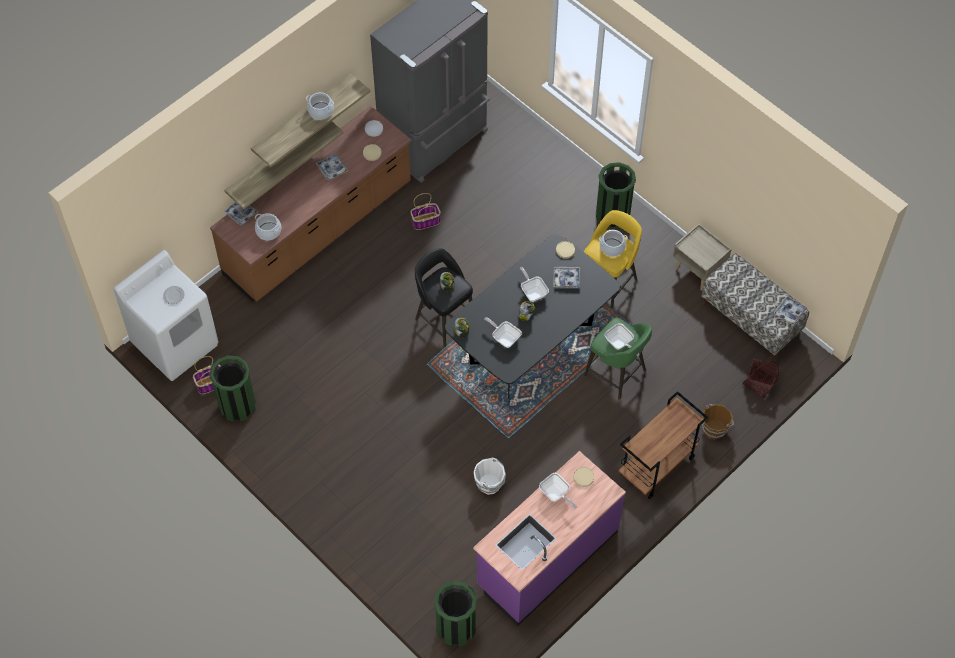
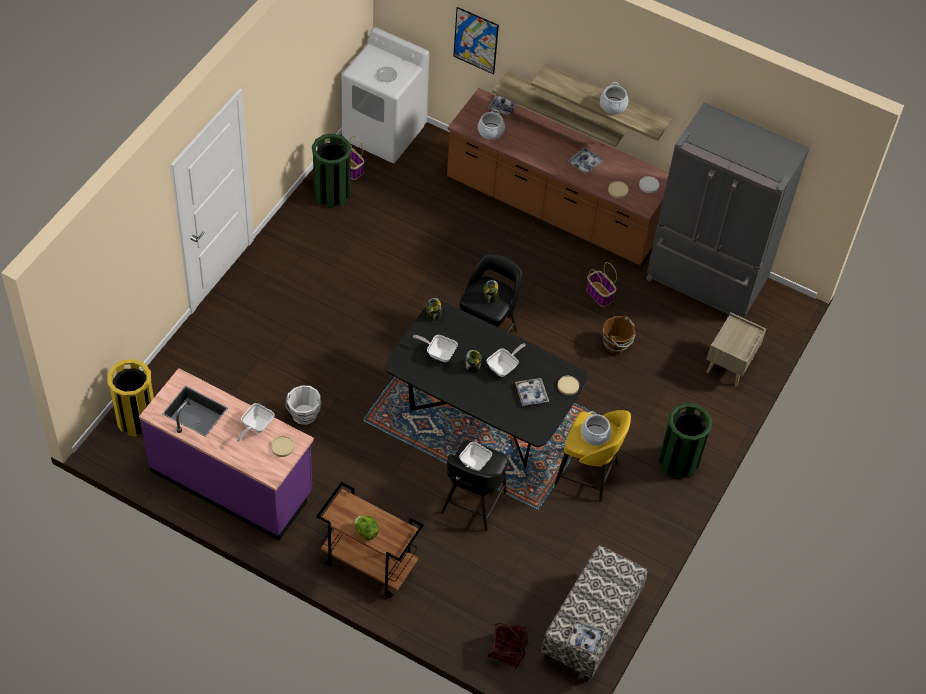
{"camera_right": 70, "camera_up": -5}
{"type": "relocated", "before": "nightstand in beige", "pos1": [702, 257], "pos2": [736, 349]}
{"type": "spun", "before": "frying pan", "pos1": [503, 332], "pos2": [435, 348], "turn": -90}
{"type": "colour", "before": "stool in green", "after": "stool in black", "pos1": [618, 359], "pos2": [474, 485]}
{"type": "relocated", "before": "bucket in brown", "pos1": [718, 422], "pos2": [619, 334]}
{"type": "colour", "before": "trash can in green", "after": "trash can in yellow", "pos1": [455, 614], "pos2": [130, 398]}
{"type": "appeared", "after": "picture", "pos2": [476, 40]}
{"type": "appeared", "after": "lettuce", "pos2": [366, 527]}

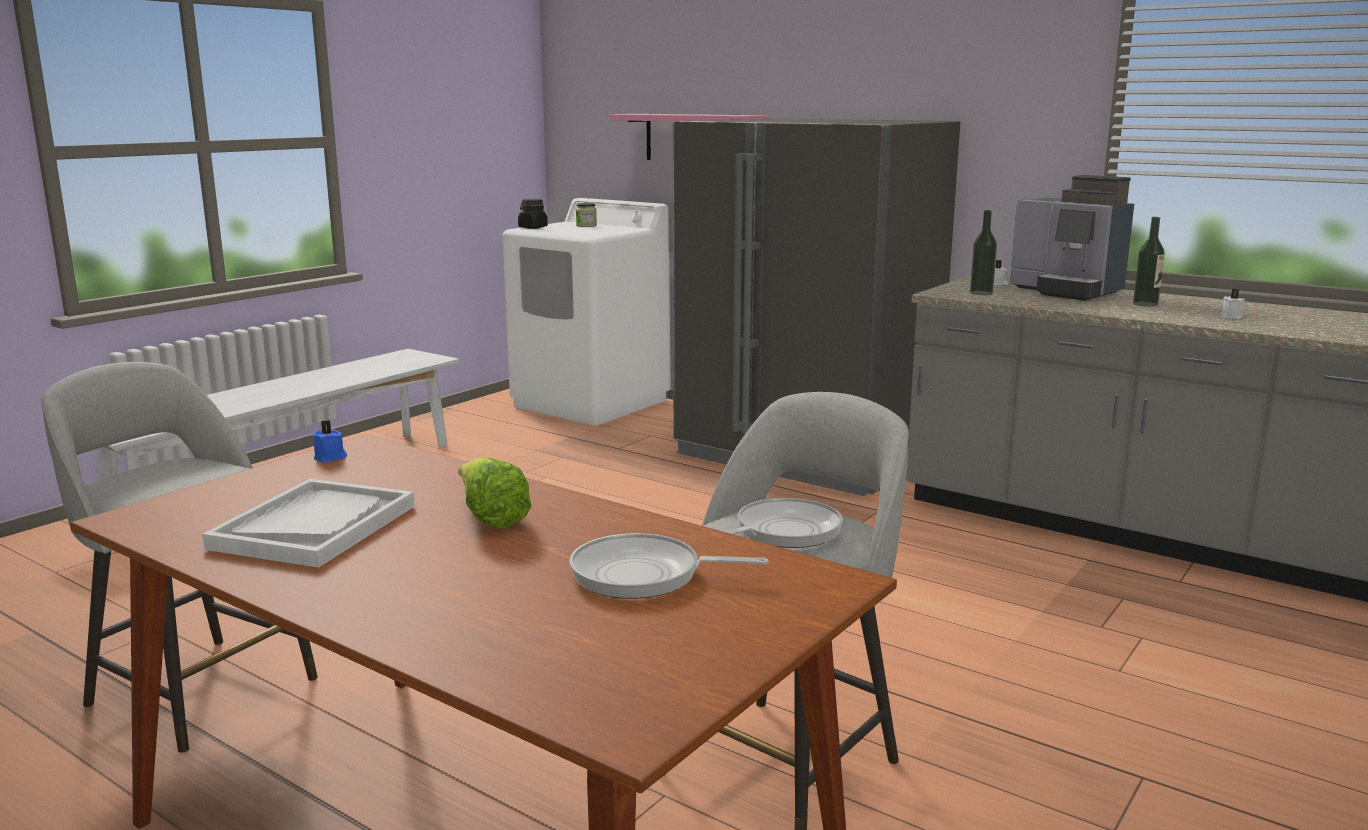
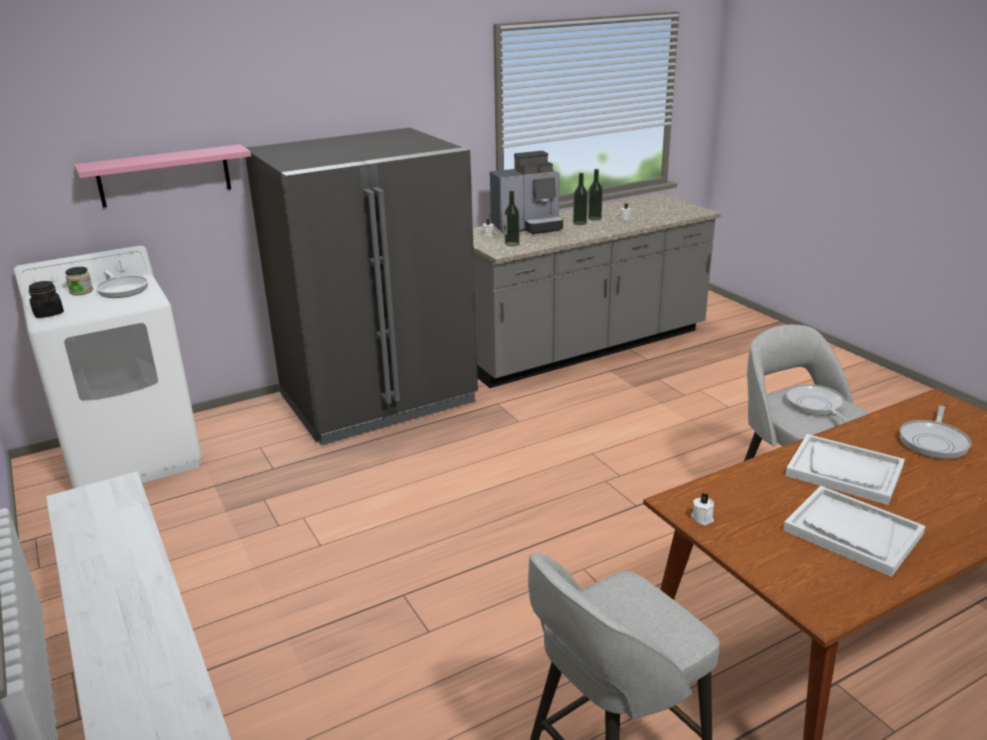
{"camera_right": -65, "camera_up": 10}
{"type": "colour", "before": "candle in blue", "after": "candle in white", "pos1": [330, 441], "pos2": [702, 509]}
{"type": "exchanged", "before": "lettuce", "after": "tray in white", "pos1": [494, 493], "pos2": [845, 469]}
{"type": "appeared", "after": "bottle", "pos2": [595, 195]}
{"type": "appeared", "after": "frying pan", "pos2": [122, 284]}

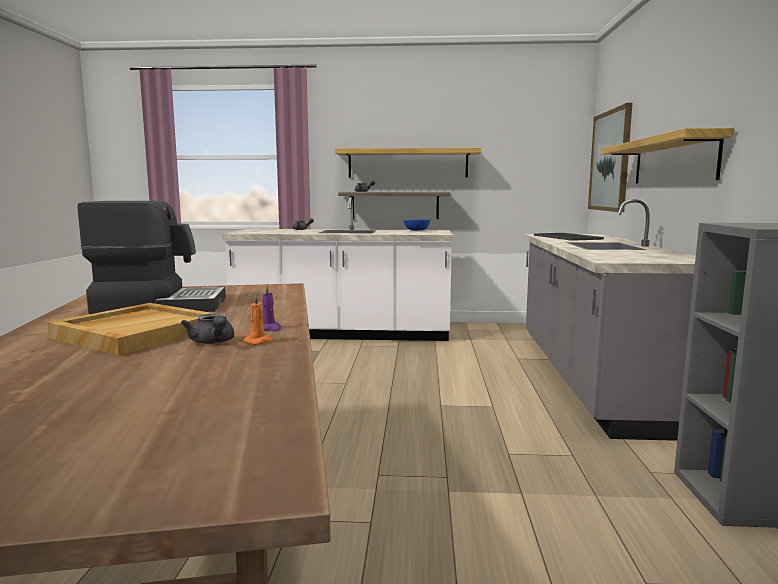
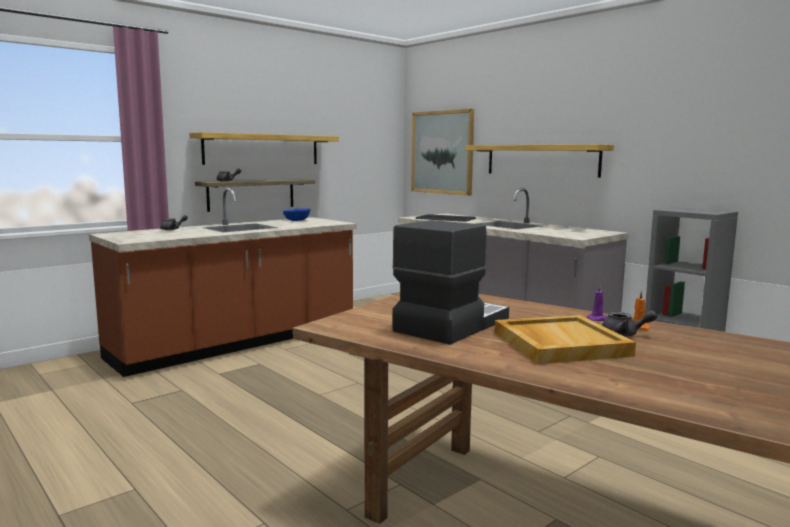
{"camera_right": -45, "camera_up": 0}
{"type": "colour", "before": "counter in white", "after": "counter in brown", "pos1": [337, 269], "pos2": [223, 282]}

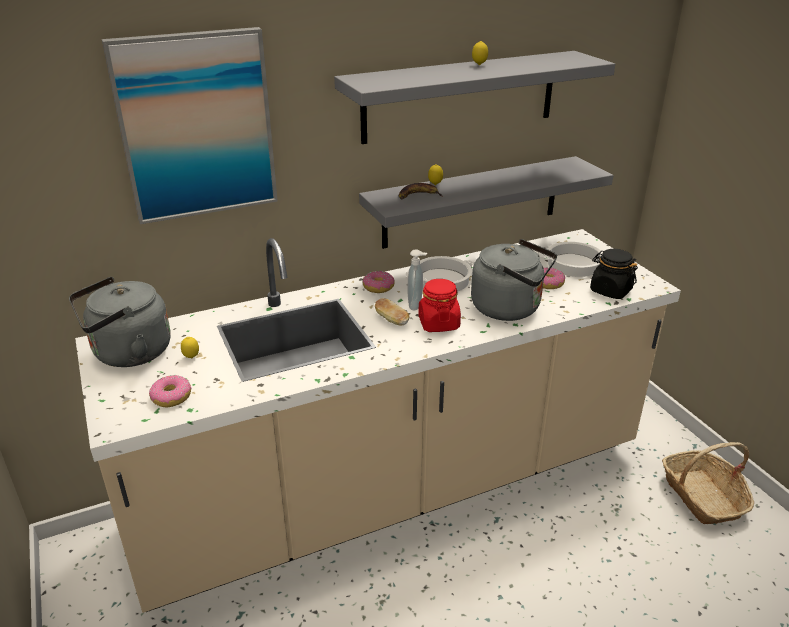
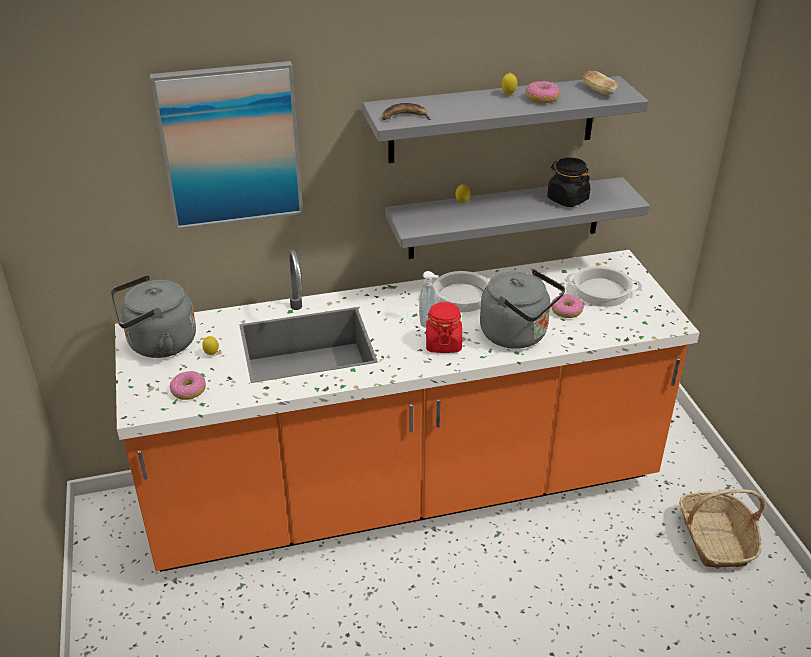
{"camera_right": 10, "camera_up": 5}
{"type": "relocated", "before": "banana", "pos1": [421, 191], "pos2": [406, 111]}
{"type": "colour", "before": "counter in beige", "after": "counter in orange", "pos1": [378, 421], "pos2": [407, 410]}
{"type": "relocated", "before": "jar in black", "pos1": [614, 274], "pos2": [568, 182]}
{"type": "relocated", "before": "donut", "pos1": [379, 282], "pos2": [543, 92]}
{"type": "relocated", "before": "bread", "pos1": [392, 312], "pos2": [600, 83]}

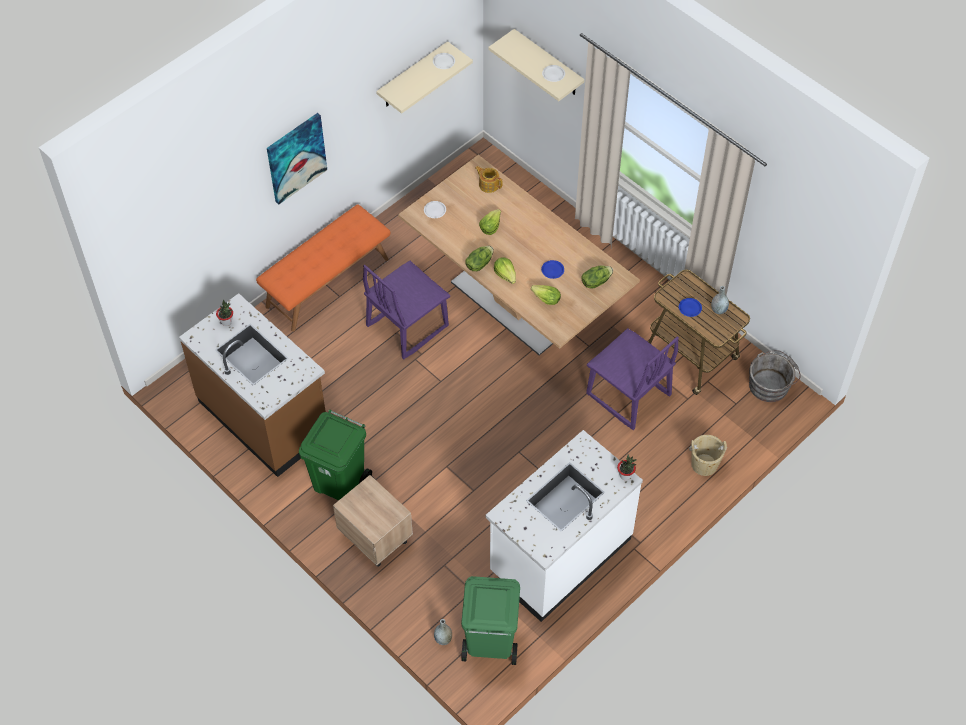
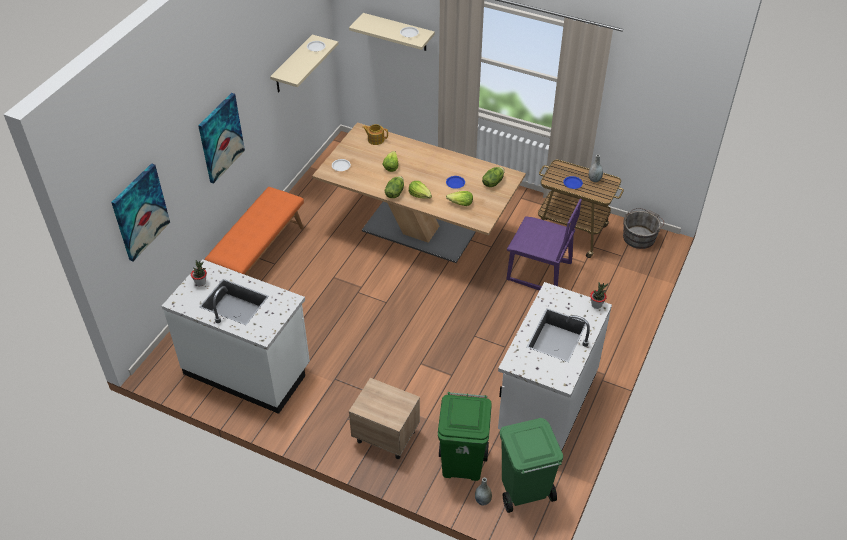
{"camera_right": -20, "camera_up": -10}
{"type": "missing", "before": "chair in purple", "pos1": [406, 310]}
{"type": "colour", "before": "counter in brown", "after": "counter in white", "pos1": [252, 385], "pos2": [236, 336]}
{"type": "relocated", "before": "trash can in green", "pos1": [335, 455], "pos2": [465, 436]}
{"type": "missing", "before": "bucket in beige", "pos1": [708, 455]}
{"type": "appeared", "after": "picture", "pos2": [140, 212]}

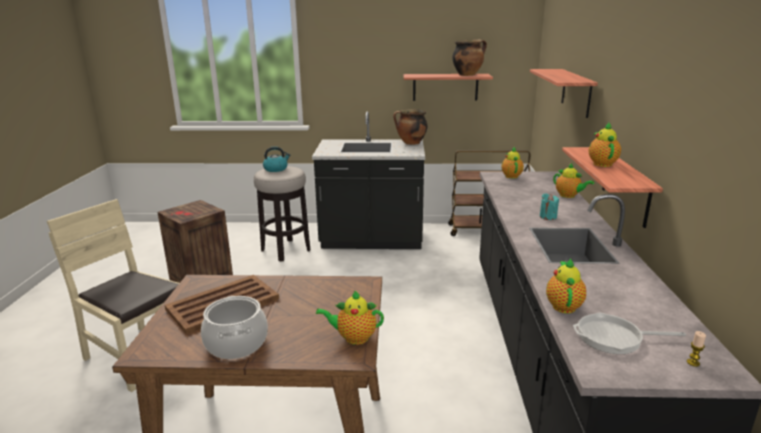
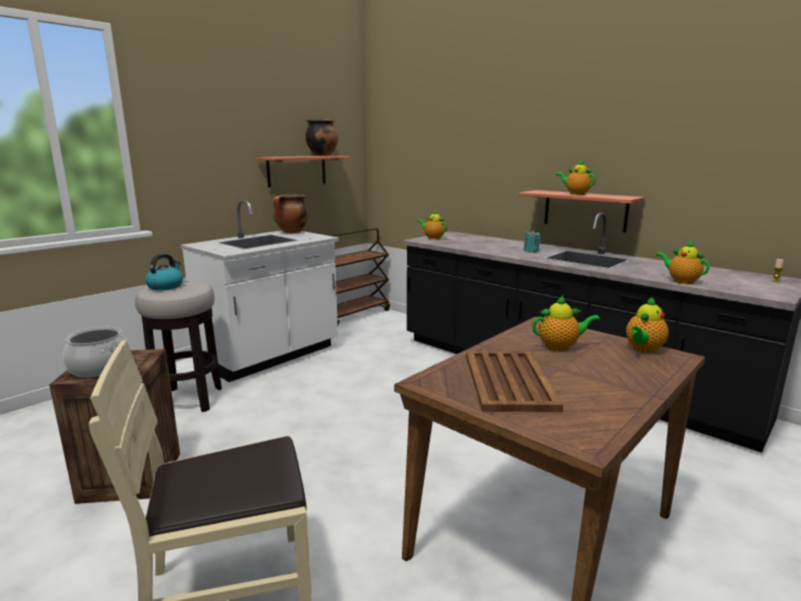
{"camera_right": -50, "camera_up": -5}
{"type": "missing", "before": "shelf", "pos1": [564, 93]}
{"type": "colour", "before": "counter in black", "after": "counter in white", "pos1": [368, 180], "pos2": [260, 291]}
{"type": "relocated", "before": "teapot", "pos1": [573, 180], "pos2": [566, 323]}
{"type": "relocated", "before": "cooking pot", "pos1": [234, 327], "pos2": [96, 352]}
{"type": "missing", "before": "frying pan", "pos1": [629, 333]}

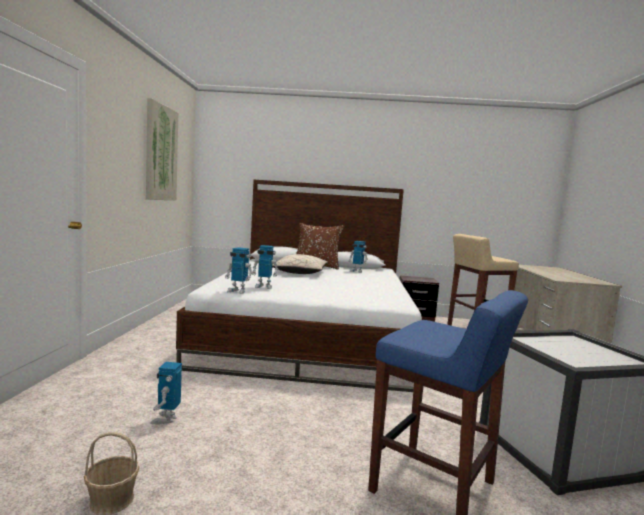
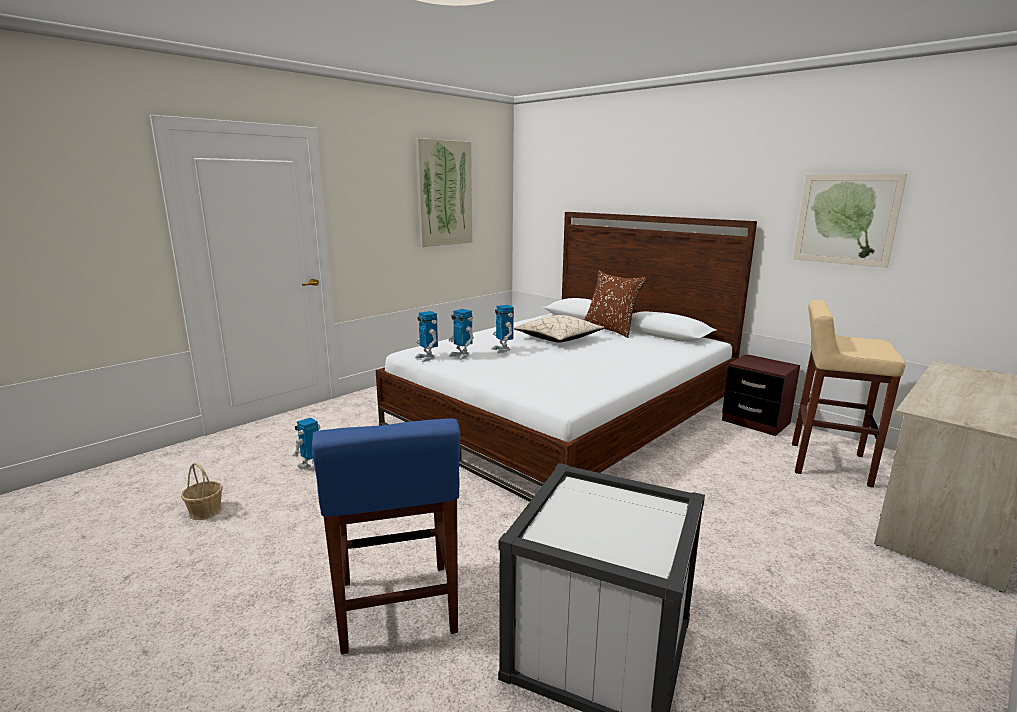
{"camera_right": 40, "camera_up": 10}
{"type": "relocated", "before": "toy robot", "pos1": [358, 257], "pos2": [502, 329]}
{"type": "appeared", "after": "picture", "pos2": [850, 221]}

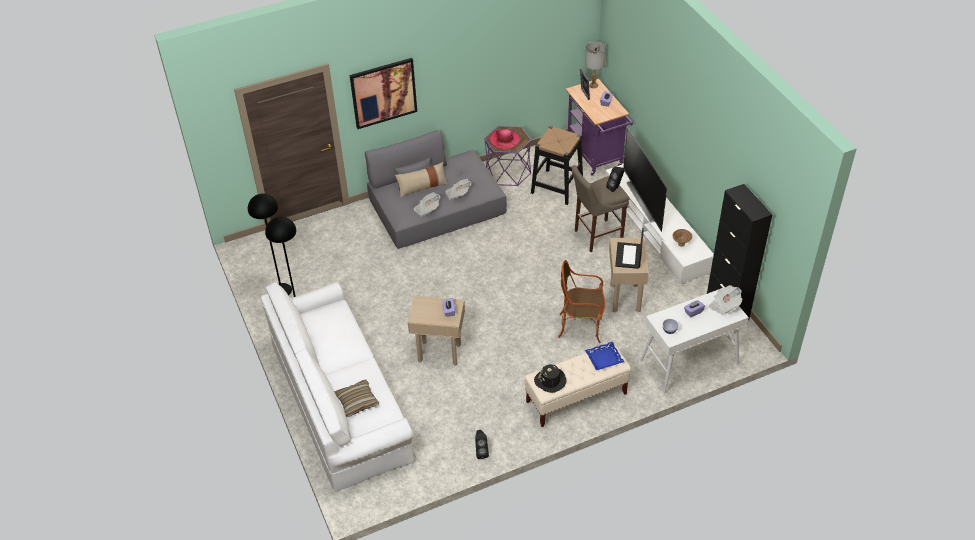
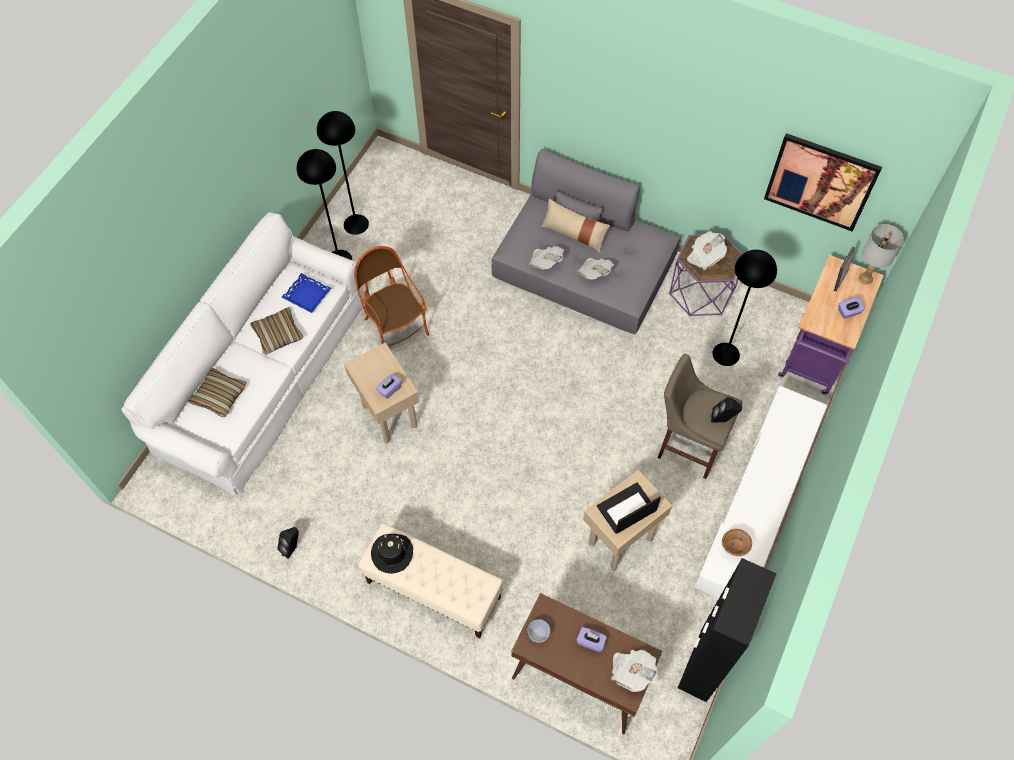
{"camera_right": 50, "camera_up": 15}
{"type": "relocated", "before": "picture", "pos1": [383, 93], "pos2": [823, 182]}
{"type": "exchanged", "before": "stool in black", "after": "floor lamp in black", "pos1": [557, 165], "pos2": [745, 308]}
{"type": "missing", "before": "television", "pos1": [645, 179]}
{"type": "exchanged", "before": "hat", "after": "newspaper", "pos1": [505, 138], "pos2": [707, 250]}
{"type": "relocated", "before": "armchair", "pos1": [581, 301], "pos2": [391, 296]}
{"type": "colour", "before": "console table in white", "after": "console table in brown", "pos1": [694, 341], "pos2": [587, 664]}
{"type": "relocated", "before": "tray in blue", "pos1": [604, 356], "pos2": [306, 293]}
{"type": "appeared", "after": "pillow", "pos2": [276, 330]}

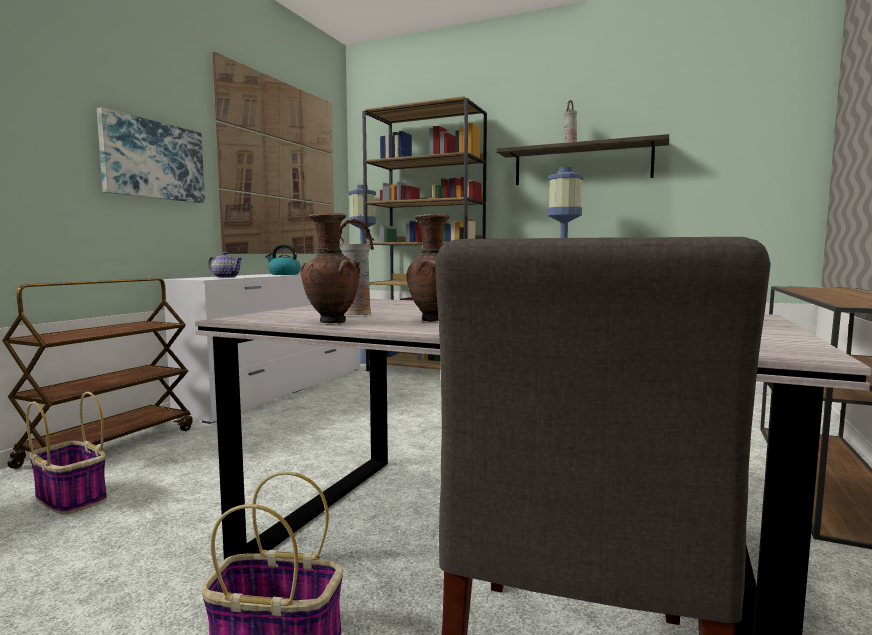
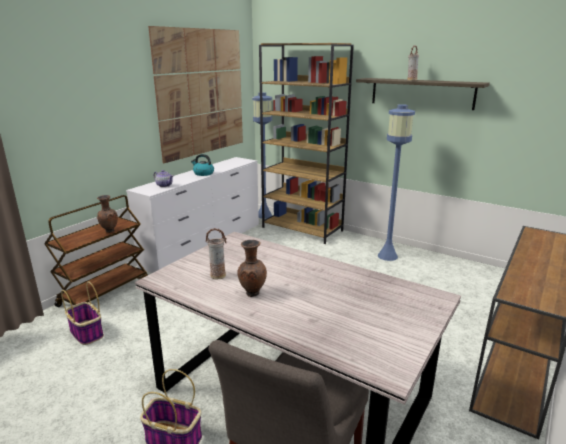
{"camera_right": 10, "camera_up": 15}
{"type": "missing", "before": "picture", "pos1": [151, 155]}
{"type": "relocated", "before": "vase in brown", "pos1": [330, 268], "pos2": [107, 214]}

